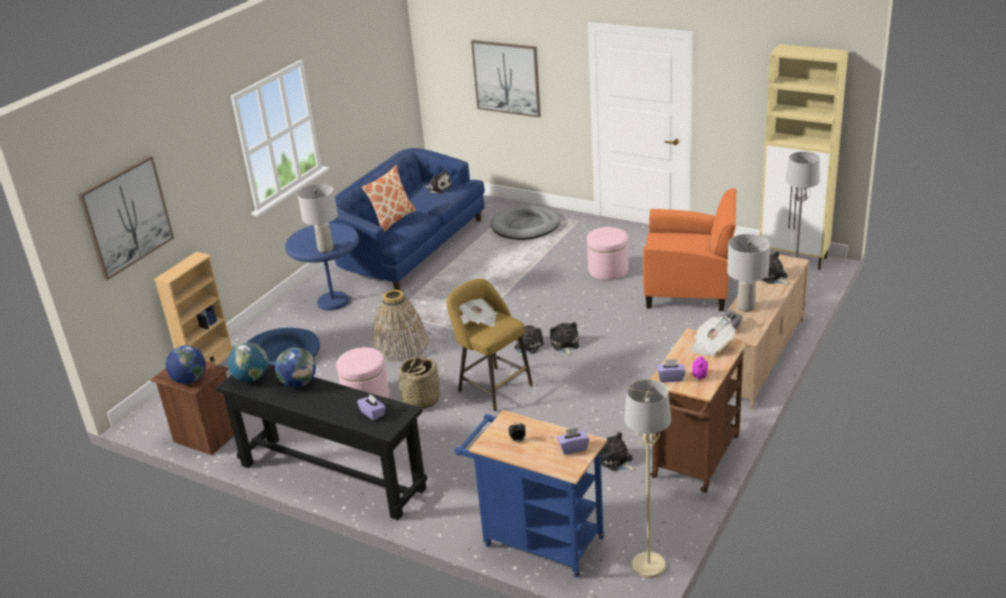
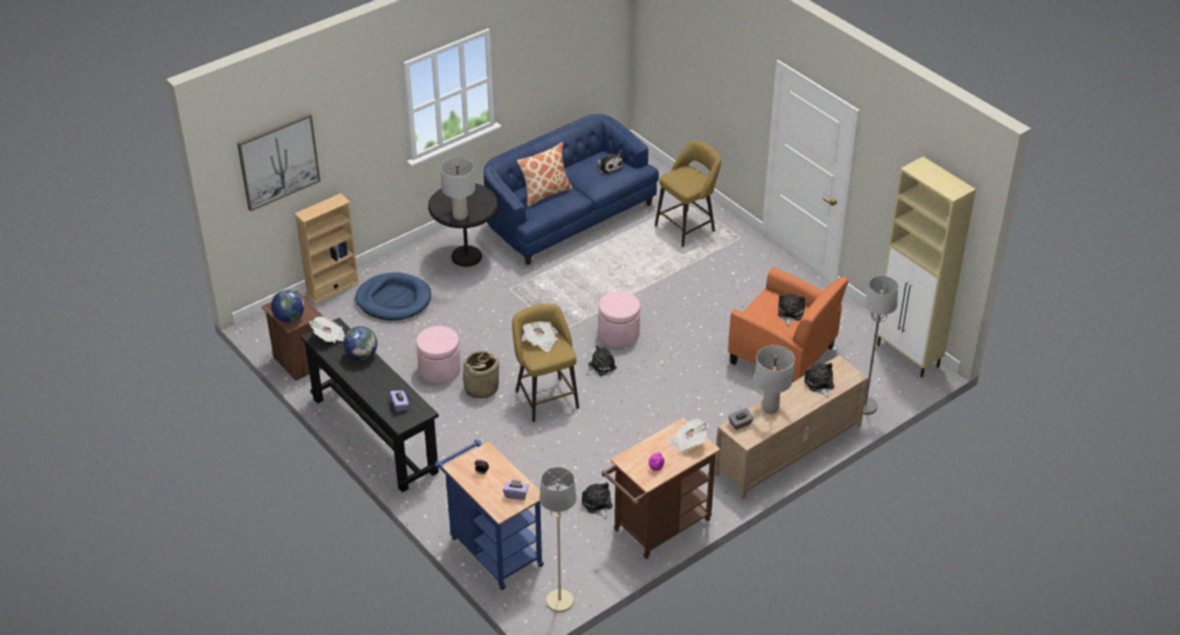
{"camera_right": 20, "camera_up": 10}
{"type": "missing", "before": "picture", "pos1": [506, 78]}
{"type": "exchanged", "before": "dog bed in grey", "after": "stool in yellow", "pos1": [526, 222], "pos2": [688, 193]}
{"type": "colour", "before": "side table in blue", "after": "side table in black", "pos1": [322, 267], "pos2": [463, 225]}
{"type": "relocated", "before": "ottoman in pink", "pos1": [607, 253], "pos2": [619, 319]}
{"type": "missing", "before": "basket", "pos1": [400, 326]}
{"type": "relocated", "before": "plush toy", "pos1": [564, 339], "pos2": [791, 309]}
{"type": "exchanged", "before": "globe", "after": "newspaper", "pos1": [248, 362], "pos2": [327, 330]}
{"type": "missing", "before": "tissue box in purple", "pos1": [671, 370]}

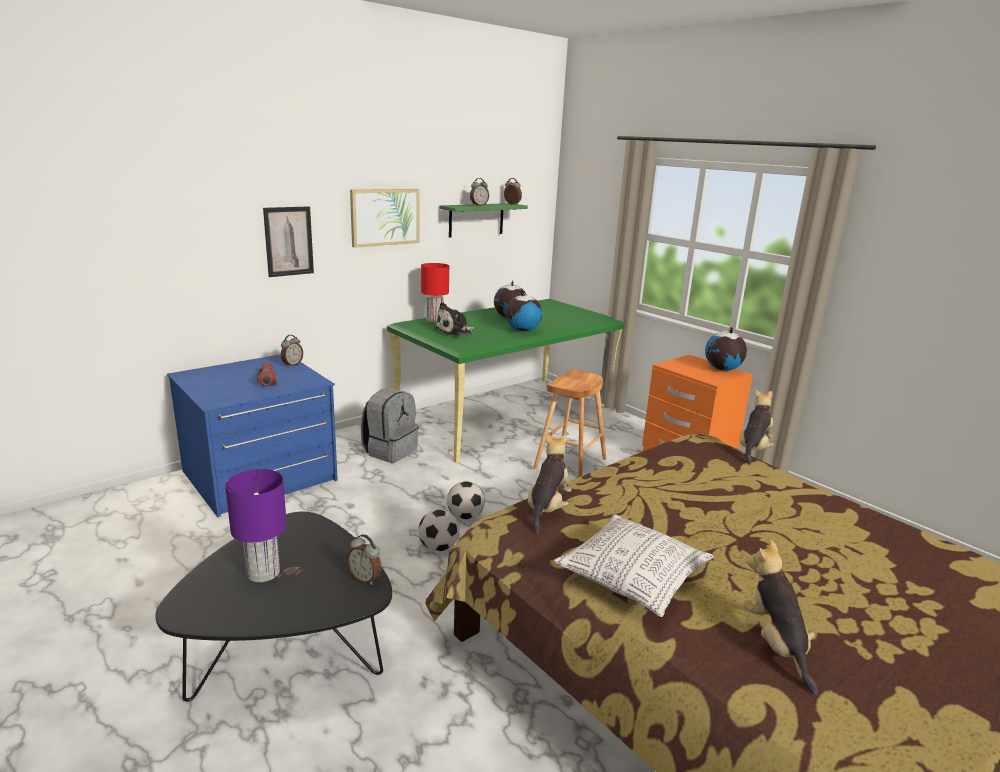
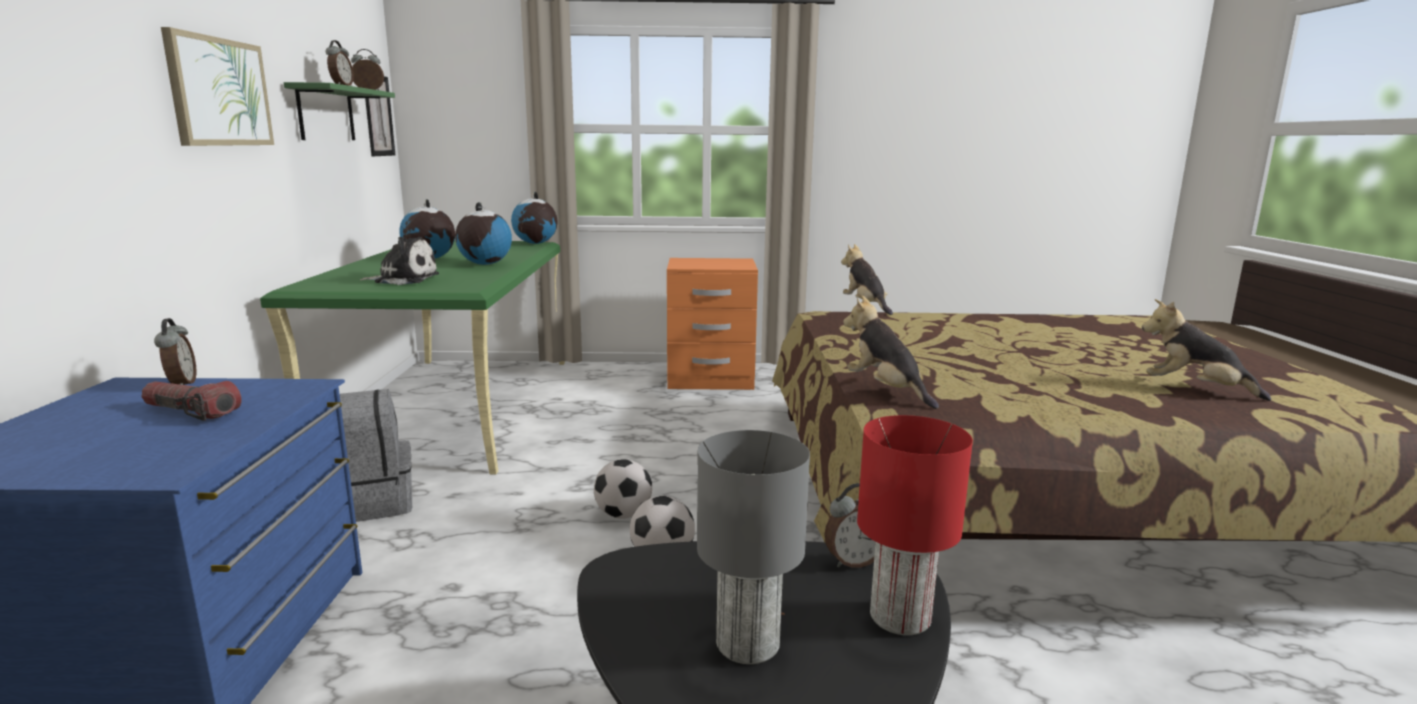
{"camera_right": -50, "camera_up": -5}
{"type": "relocated", "before": "picture", "pos1": [288, 241], "pos2": [380, 116]}
{"type": "relocated", "before": "table lamp in red", "pos1": [435, 293], "pos2": [915, 525]}
{"type": "spun", "before": "plush toy", "pos1": [454, 319], "pos2": [399, 261], "turn": -90}
{"type": "relocated", "before": "globe", "pos1": [726, 349], "pos2": [534, 218]}
{"type": "missing", "before": "stool in brown", "pos1": [569, 423]}
{"type": "colour", "before": "table lamp in purple", "after": "table lamp in grey", "pos1": [256, 526], "pos2": [753, 547]}
{"type": "missing", "before": "pillow", "pos1": [633, 565]}

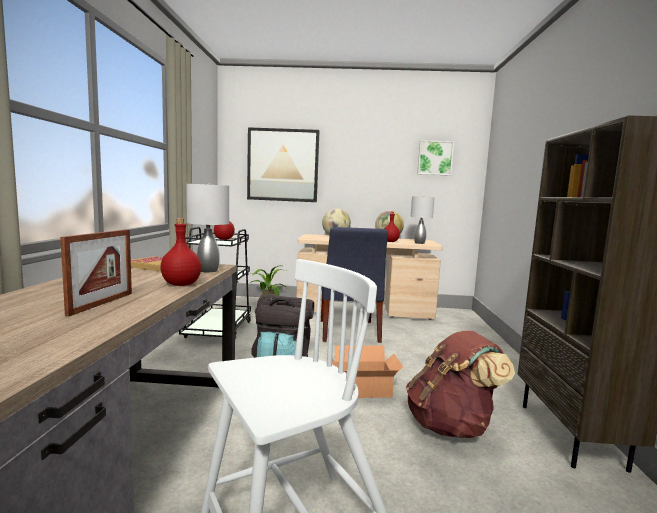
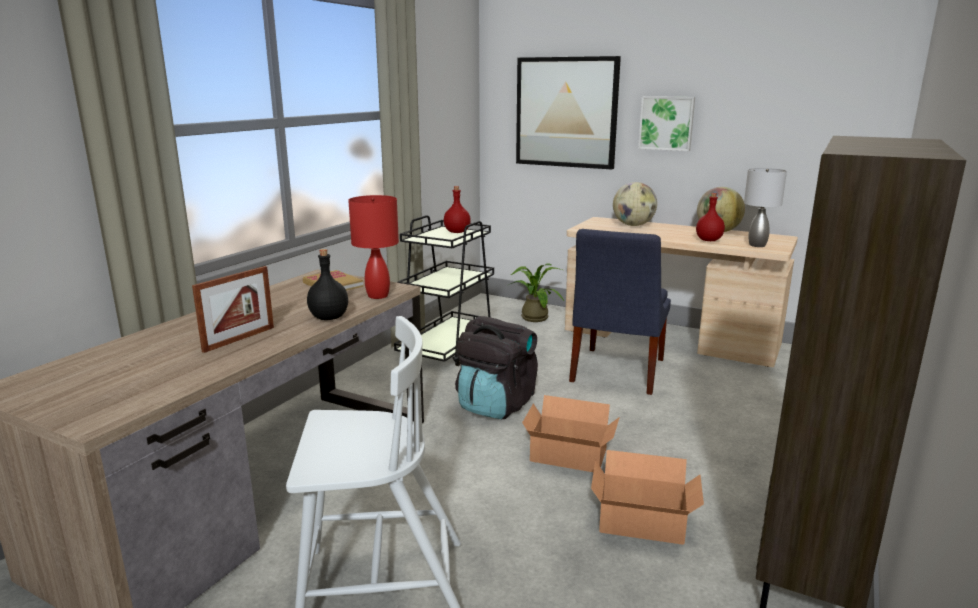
{"camera_right": 25, "camera_up": 10}
{"type": "relocated", "before": "picture", "pos1": [435, 158], "pos2": [666, 123]}
{"type": "colour", "before": "table lamp in grey", "after": "table lamp in red", "pos1": [207, 227], "pos2": [373, 247]}
{"type": "colour", "before": "bottle in red", "after": "bottle in black", "pos1": [180, 252], "pos2": [327, 284]}
{"type": "exchanged", "before": "backpack in brown", "after": "cardboard box", "pos1": [460, 384], "pos2": [647, 497]}

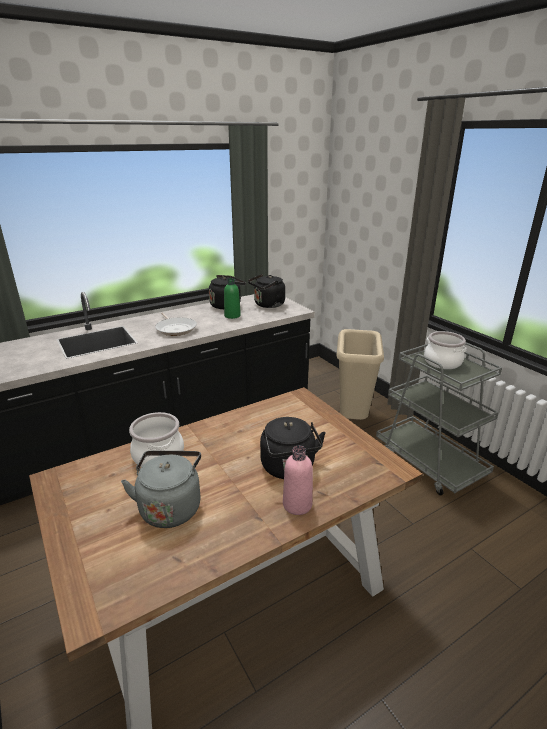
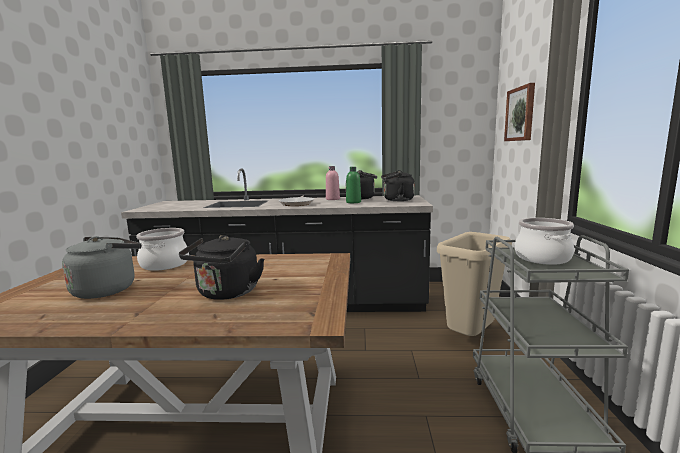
{"camera_right": 35, "camera_up": -15}
{"type": "relocated", "before": "bottle in pink", "pos1": [298, 480], "pos2": [333, 183]}
{"type": "appeared", "after": "picture", "pos2": [519, 112]}

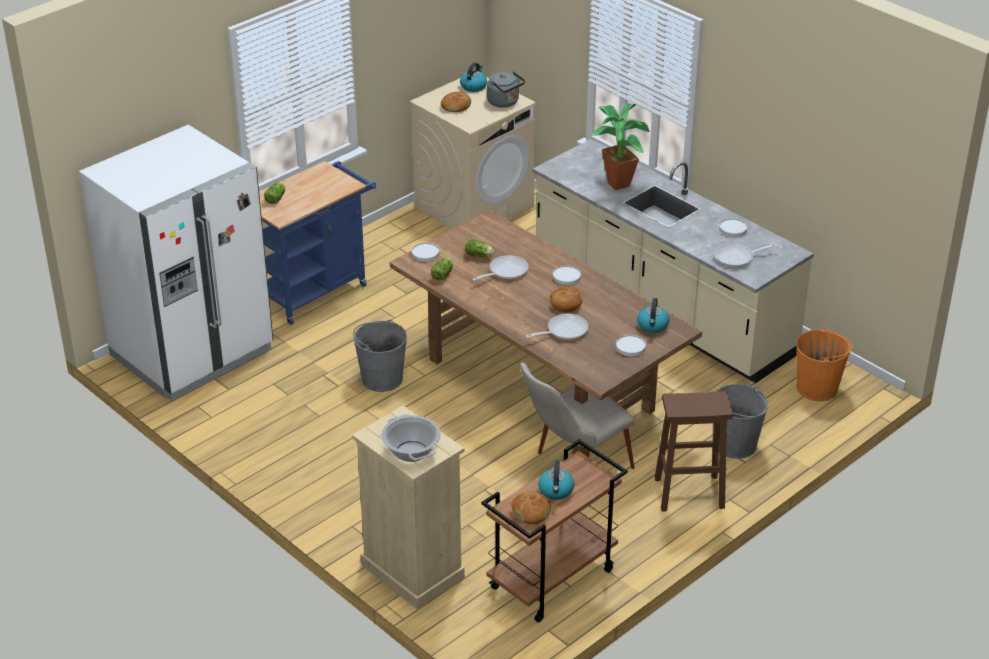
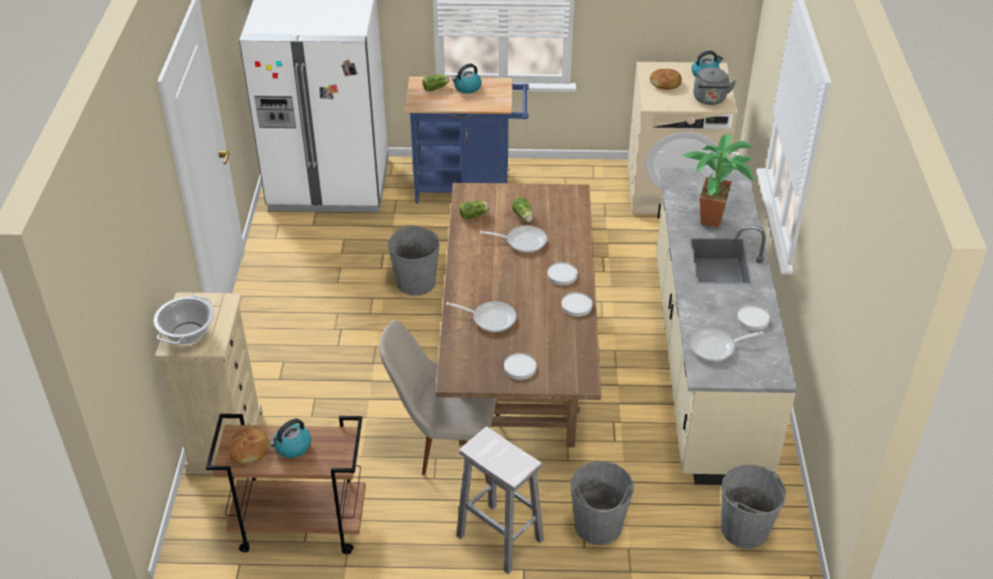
{"camera_right": 45, "camera_up": 5}
{"type": "relocated", "before": "plate in white", "pos1": [425, 252], "pos2": [576, 304]}
{"type": "spun", "before": "frying pan", "pos1": [746, 255], "pos2": [727, 345], "turn": -45}
{"type": "missing", "before": "bread", "pos1": [566, 299]}
{"type": "relocated", "before": "kettle", "pos1": [653, 315], "pos2": [467, 79]}
{"type": "colour", "before": "bucket in orange", "after": "bucket in grey", "pos1": [824, 364], "pos2": [753, 507]}
{"type": "colour", "before": "stool in brown", "after": "stool in white", "pos1": [694, 451], "pos2": [500, 500]}

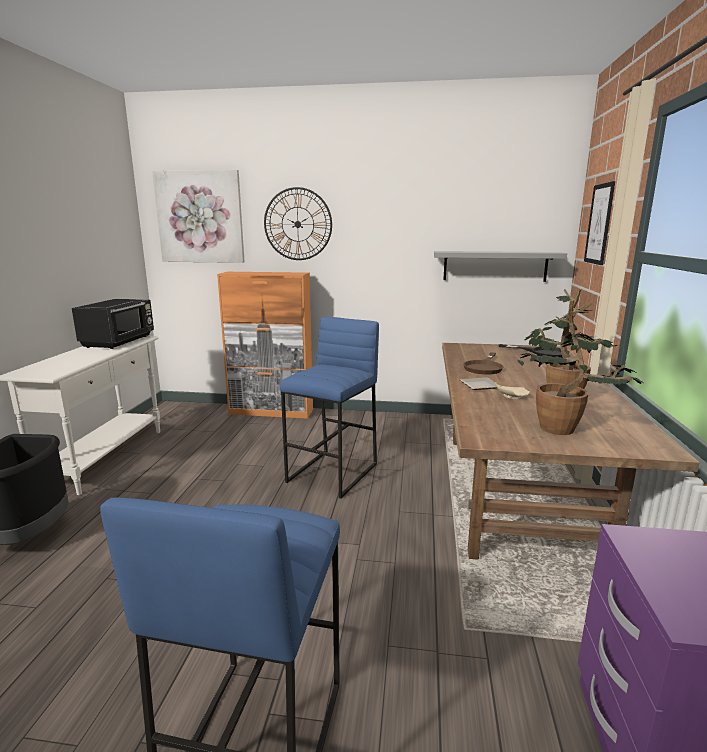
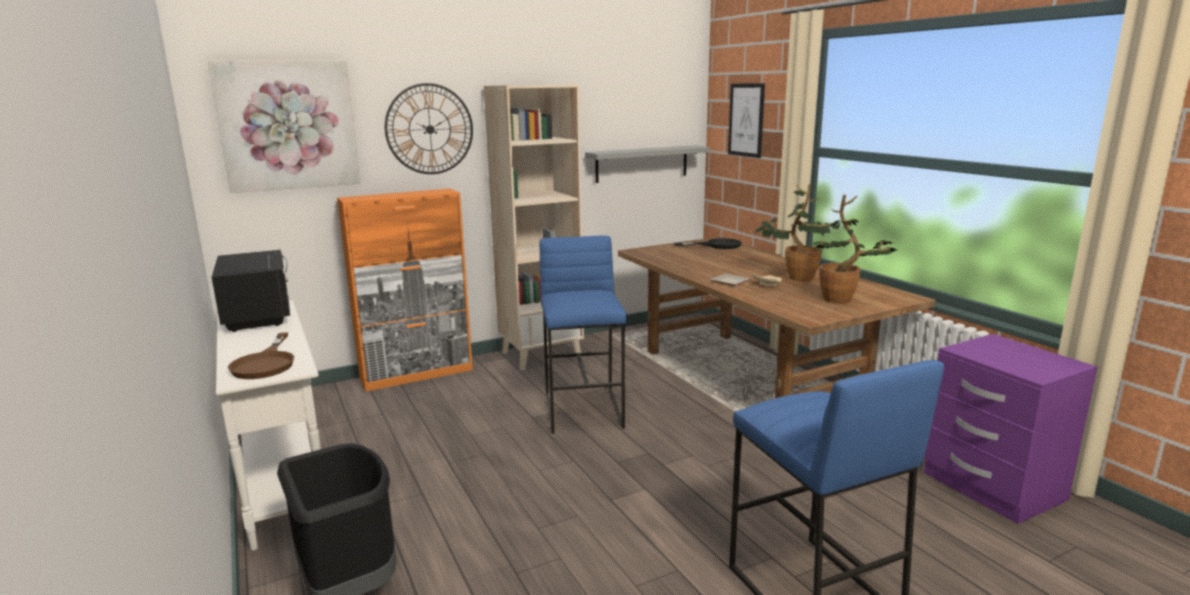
{"camera_right": -35, "camera_up": 0}
{"type": "relocated", "before": "frying pan in brown", "pos1": [483, 363], "pos2": [261, 355]}
{"type": "appeared", "after": "bookcase in beige", "pos2": [534, 227]}

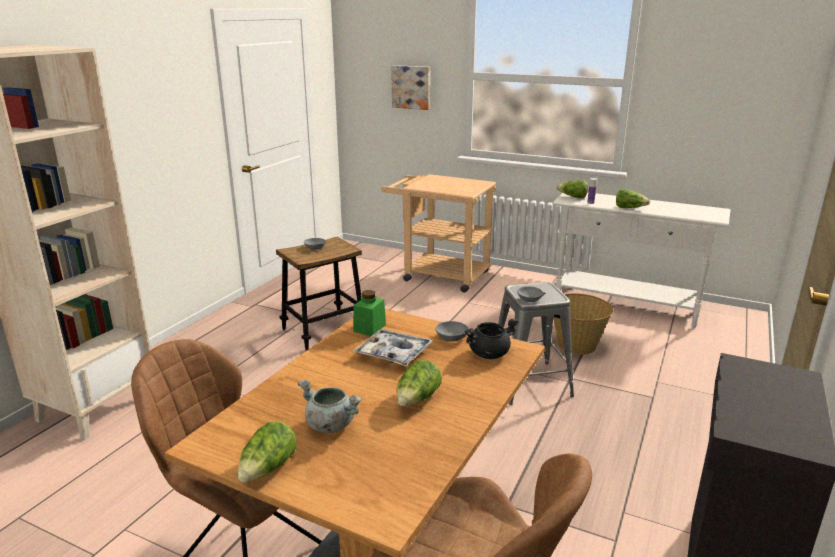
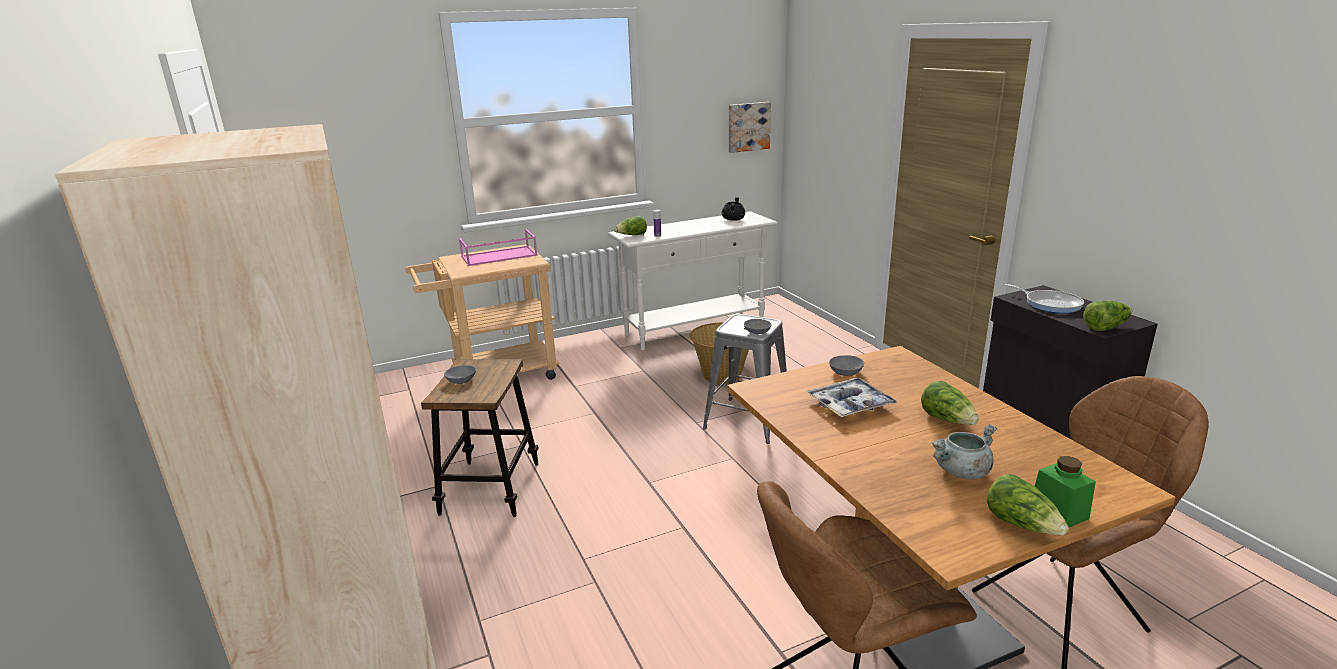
{"camera_right": -50, "camera_up": 0}
{"type": "relocated", "before": "picture", "pos1": [410, 87], "pos2": [750, 127]}
{"type": "relocated", "before": "lettuce", "pos1": [633, 198], "pos2": [1107, 315]}
{"type": "relocated", "before": "jar in green", "pos1": [369, 313], "pos2": [1065, 491]}
{"type": "relocated", "before": "cooking pot in black", "pos1": [491, 338], "pos2": [733, 209]}
{"type": "appeared", "after": "tray in pink", "pos2": [498, 247]}
{"type": "appeared", "after": "frying pan", "pos2": [1044, 298]}

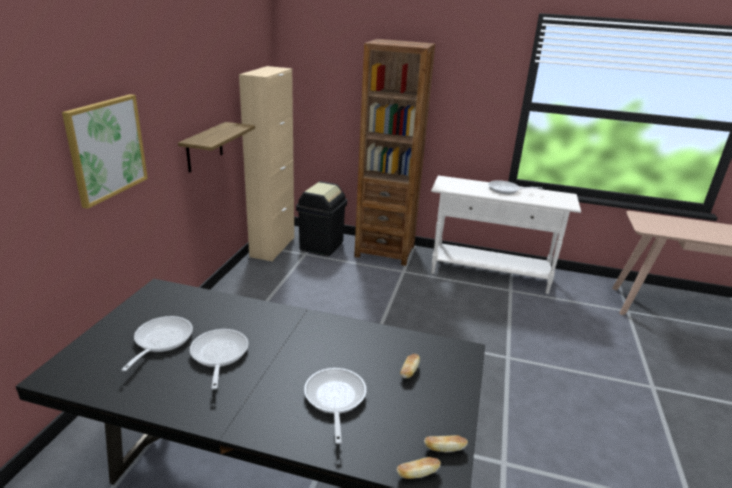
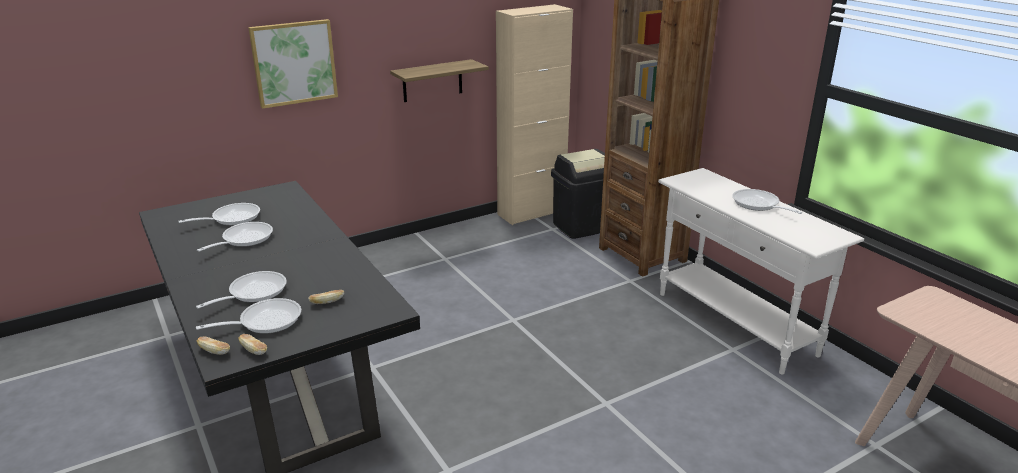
{"camera_right": 45, "camera_up": 0}
{"type": "appeared", "after": "frying pan", "pos2": [248, 316]}

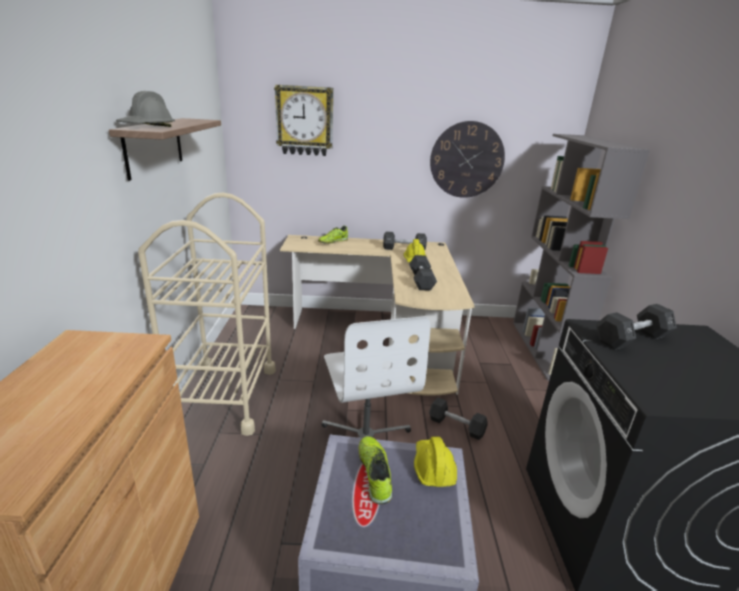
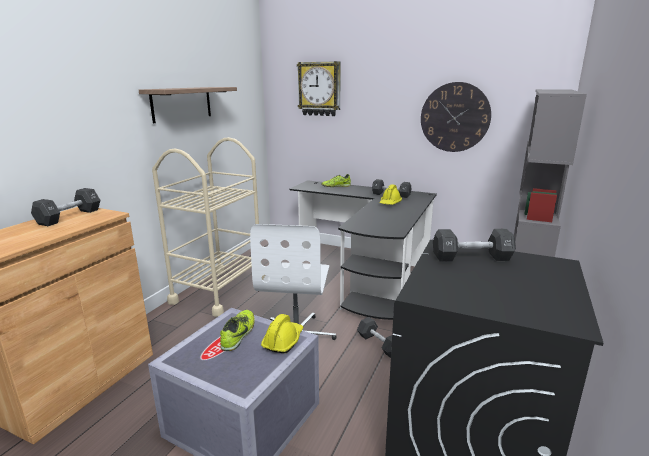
{"camera_right": 25, "camera_up": -5}
{"type": "missing", "before": "hard hat in grey", "pos1": [145, 109]}
{"type": "colour", "before": "desk in beige", "after": "desk in black", "pos1": [377, 315], "pos2": [363, 250]}
{"type": "relocated", "before": "dumbbell in black", "pos1": [423, 273], "pos2": [66, 207]}

